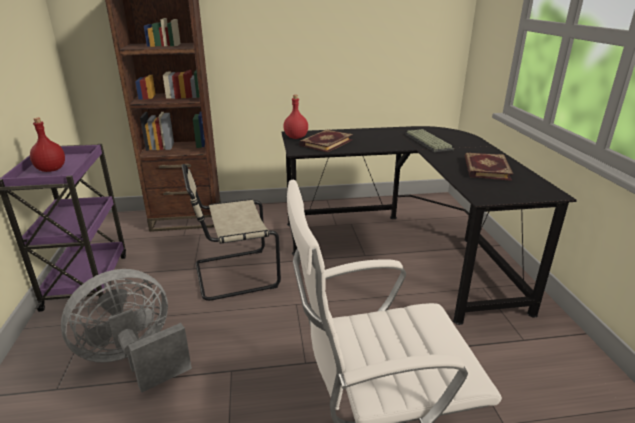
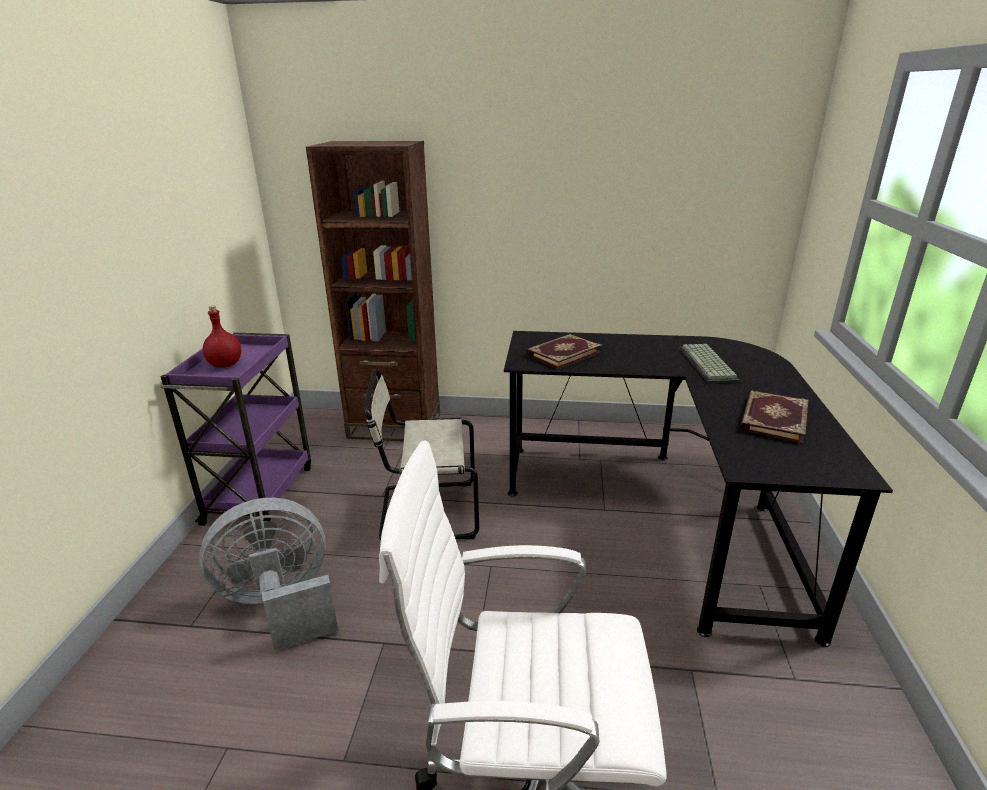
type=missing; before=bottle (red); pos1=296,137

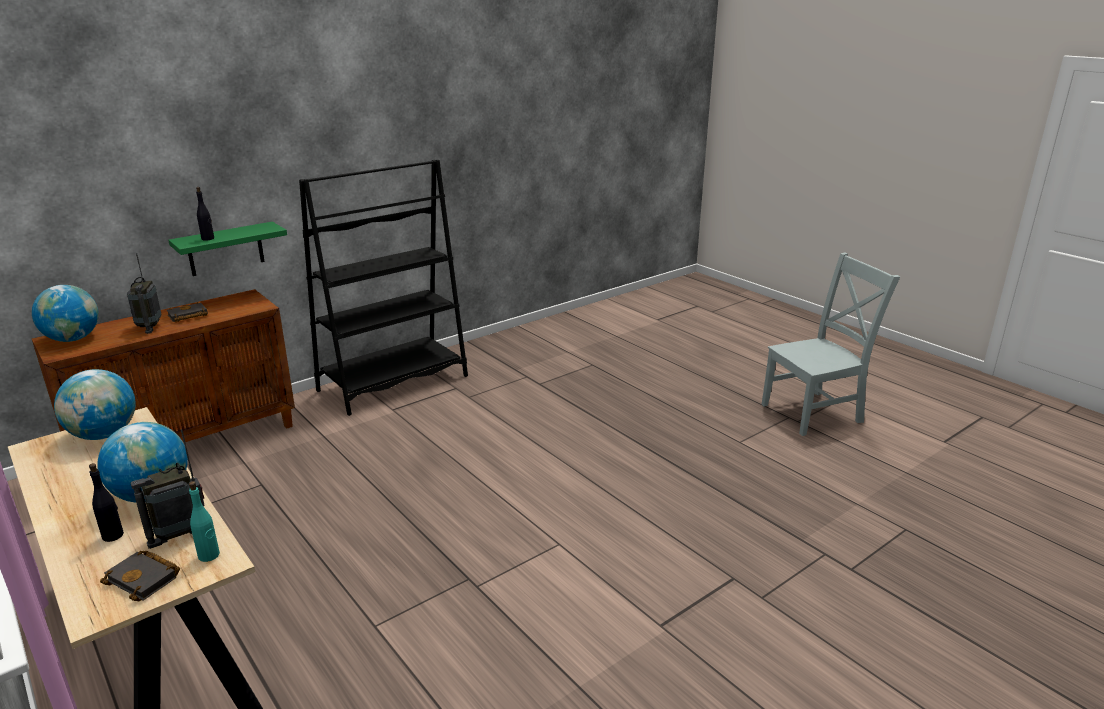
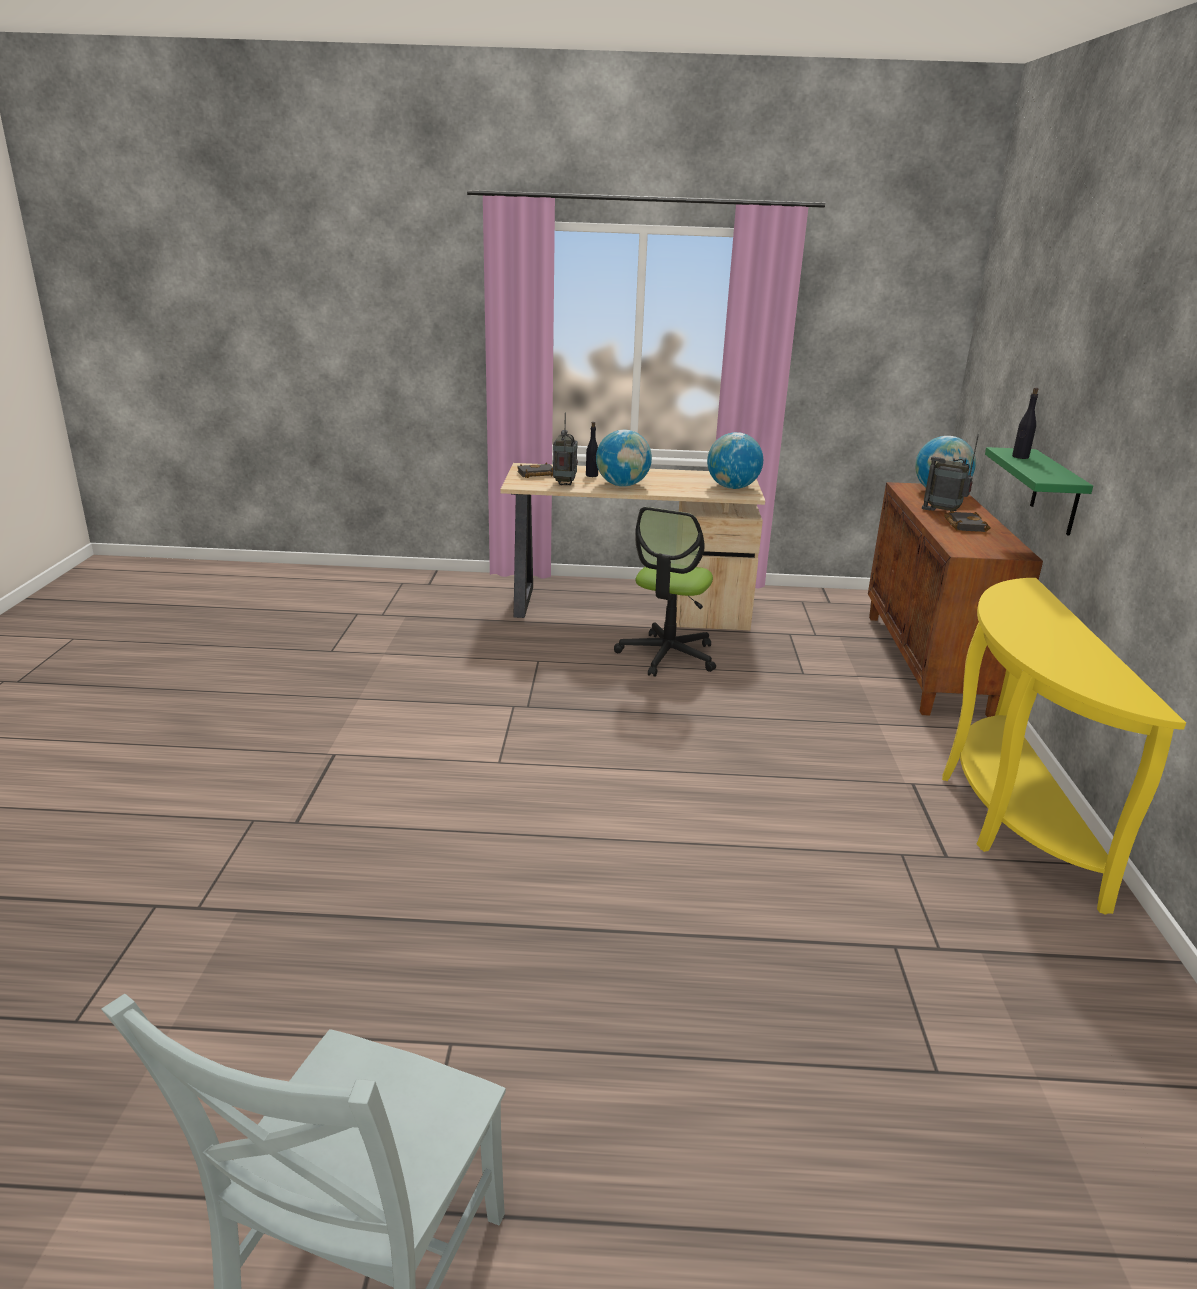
type=appeared; after=office chair; pos2=667,655
type=exchanged; before=bookcase (black); after=console table (yellow); pos1=393,383; pos2=1006,813
type=missing; before=bottle (turquoise); pos1=209,555

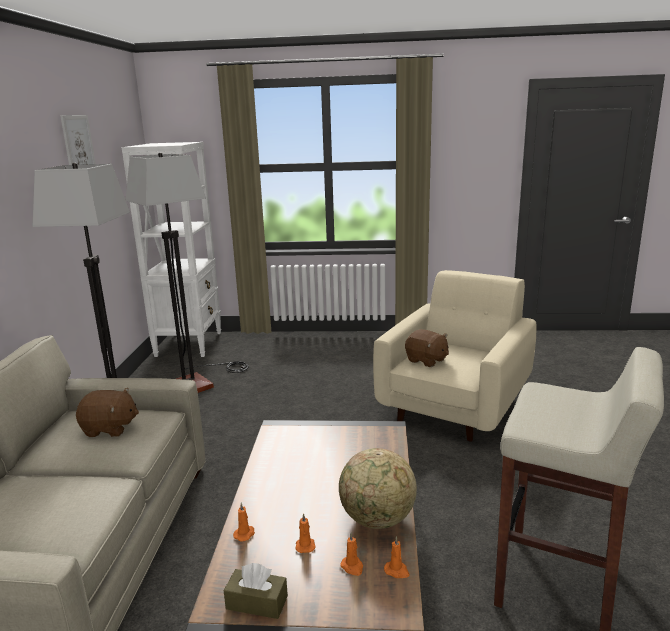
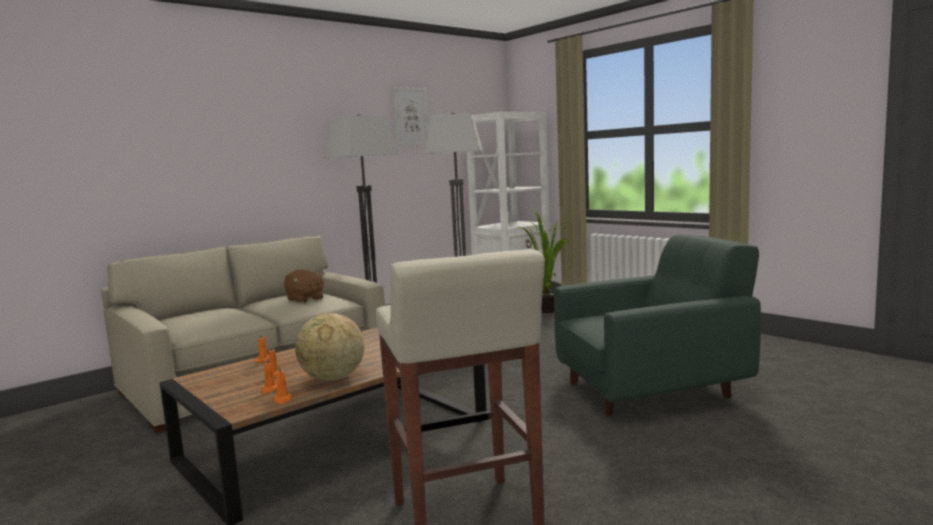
type=appeared; after=potted plant; pos2=548,310
type=colour; before=armchair (beige); after=armchair (green); pos1=456,405; pos2=652,389
type=missing; before=tissue box (brown); pos1=257,602
type=missing; before=plush toy (brown); pos1=426,360

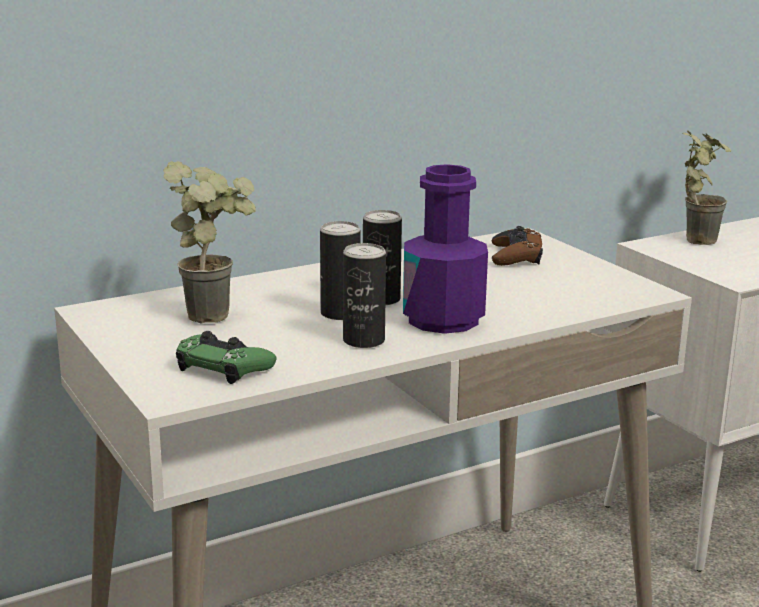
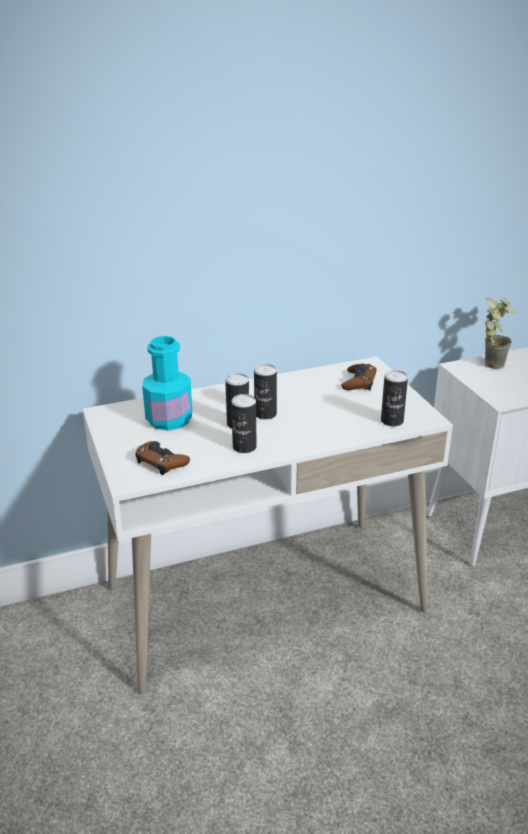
type=colour; before=game controller (green); after=game controller (brown); pos1=223,367; pos2=161,462
type=exchanged; before=potted plant; after=bottle (turquoise); pos1=217,313; pos2=169,419
type=appeared; after=can; pos2=392,421
type=missing; before=bottle (purple); pos1=443,319

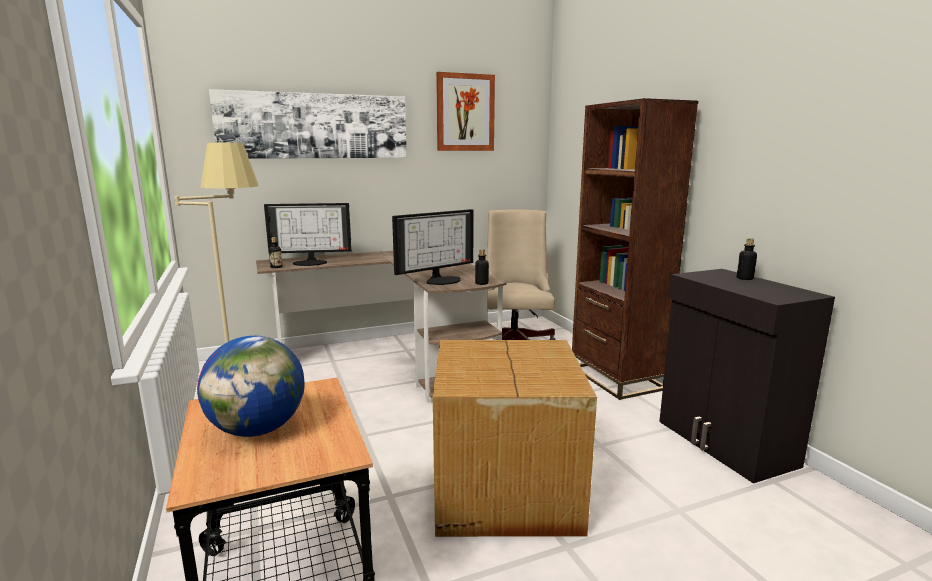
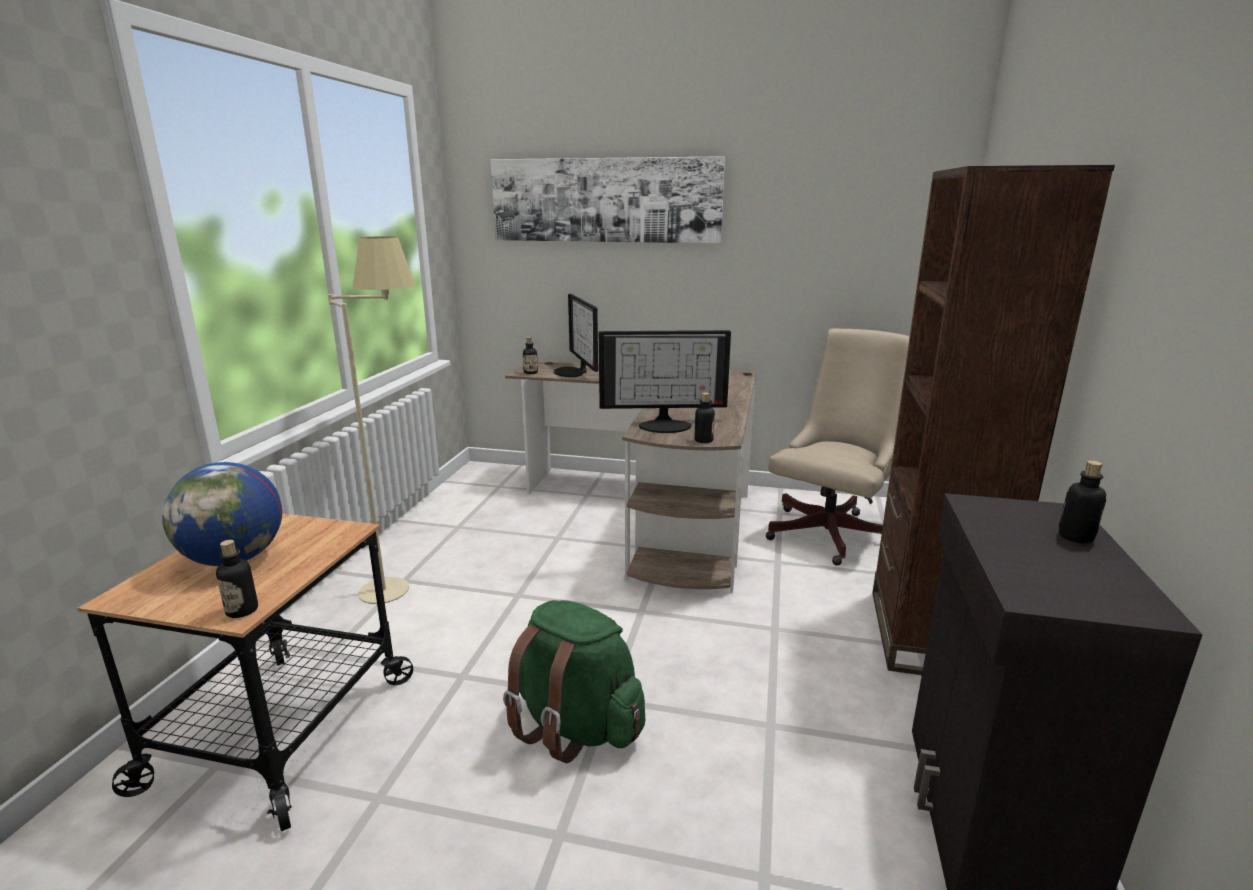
type=appeared; after=bottle; pos2=242,610
type=exchanged; before=cardboard box; after=backpack (green); pos1=503,490; pos2=576,726
type=spun; before=monitor; pos1=311,262; pos2=573,372; turn=45
type=missing; before=picture; pos1=465,113

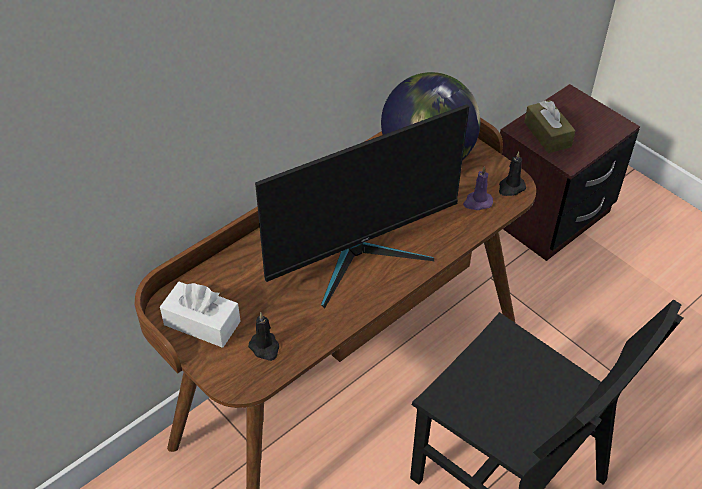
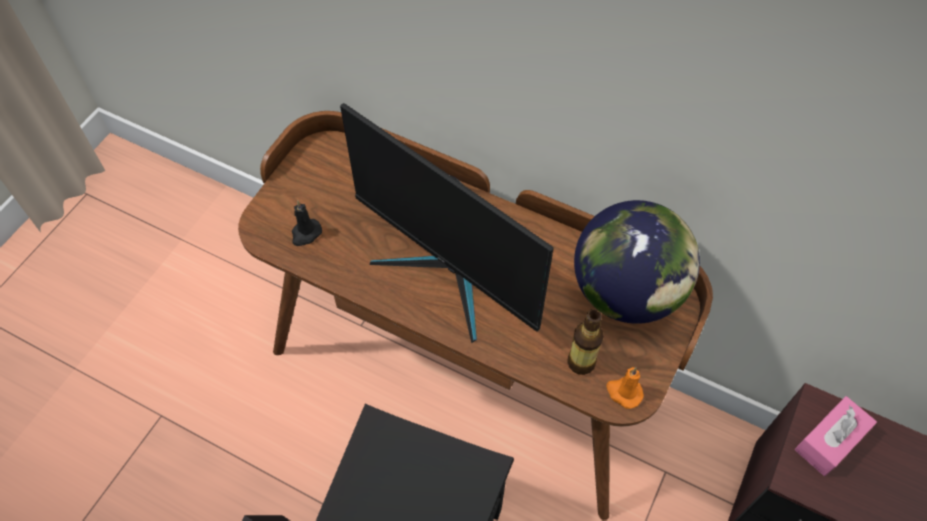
type=exchanged; before=candle (purple); after=bottle; pos1=477,202; pos2=581,362
type=colour; before=candle (black); after=candle (orange); pos1=511,188; pos2=623,392
type=colour; before=tissue box (brown); after=tissue box (pink); pos1=547,134; pos2=829,441
type=missing; before=tissue box (white); pos1=202,323

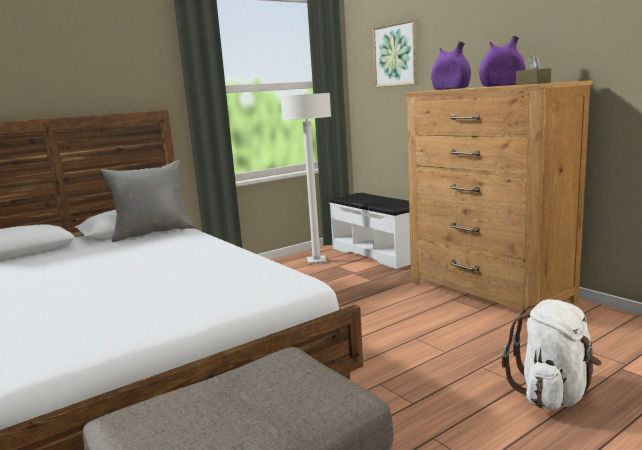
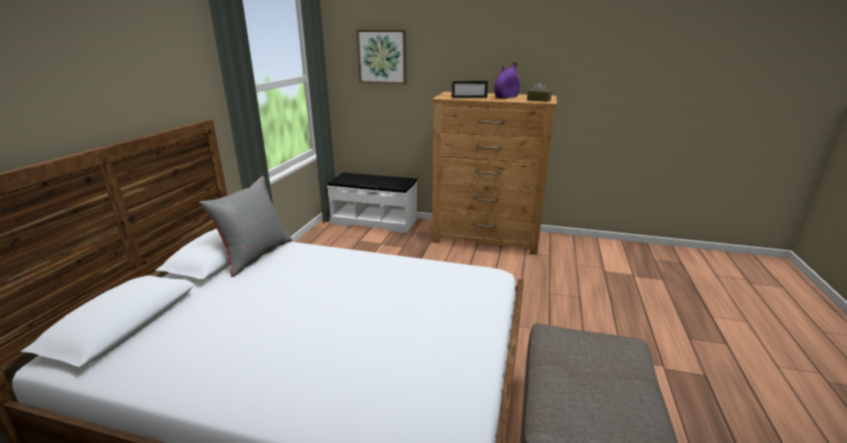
type=exchanged; before=vase (purple); after=picture frame; pos1=450,89; pos2=469,98
type=missing; before=floor lamp (white); pos1=316,261
type=missing; before=backpack (white); pos1=553,394

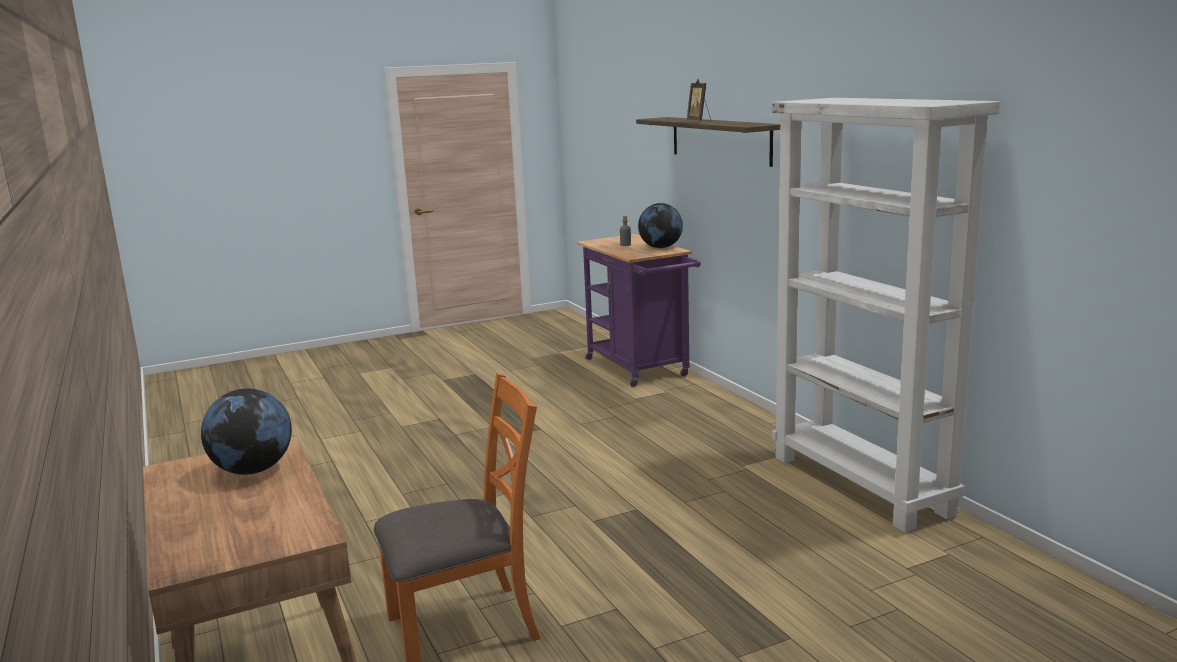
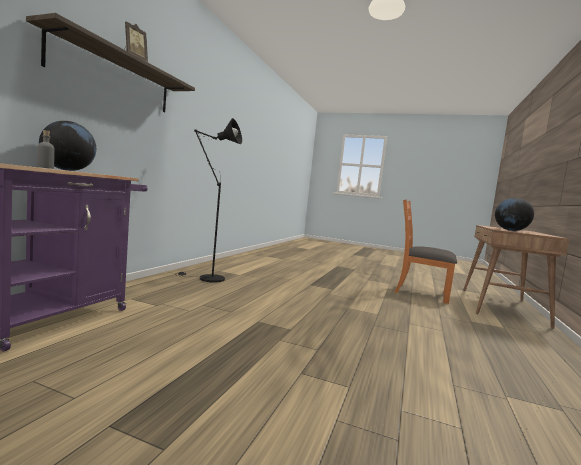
type=appeared; after=floor lamp (black); pos2=206,278
type=missing; before=bookcase (white); pos1=862,485

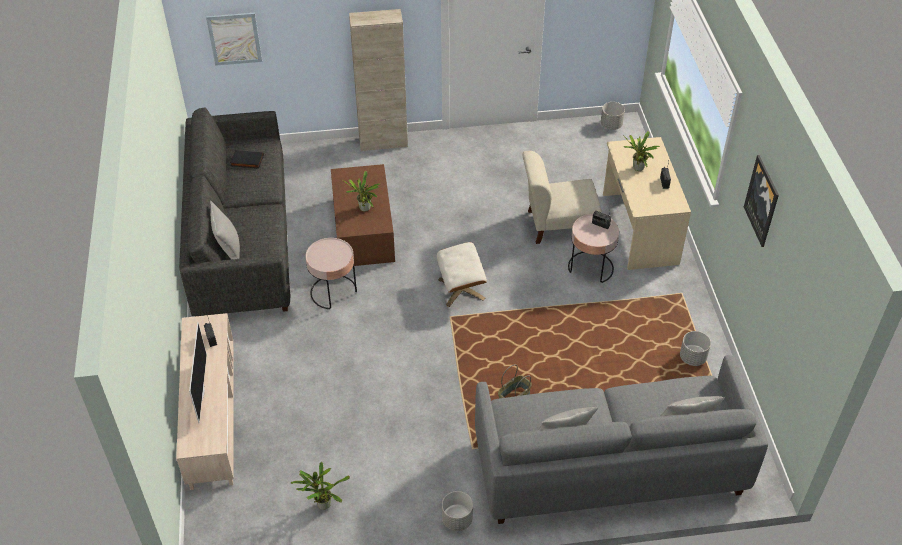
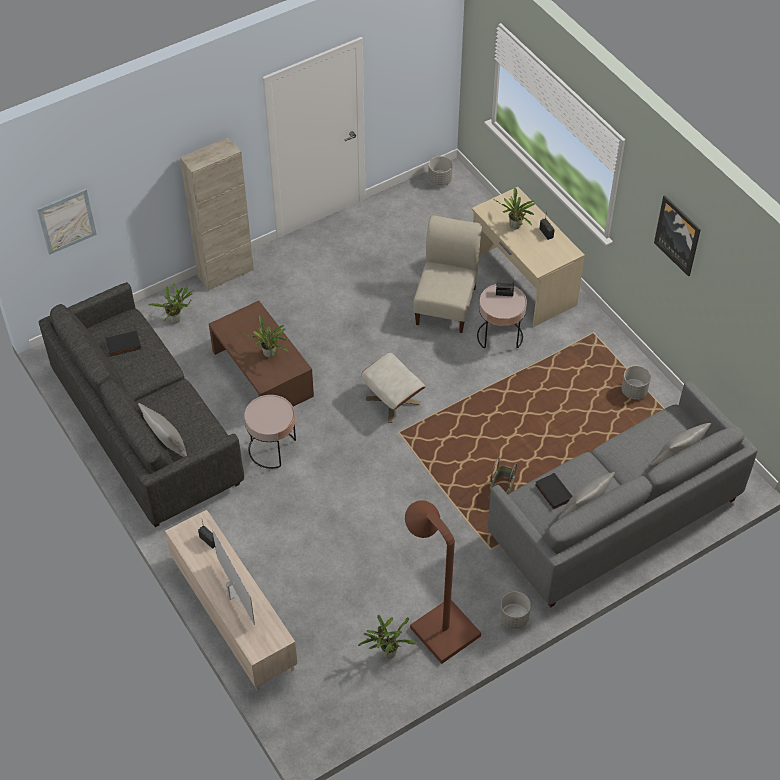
type=appeared; after=potted plant; pos2=176,319
type=appeared; after=floor lamp (brown); pos2=438,625
type=spun; before=chair (beige); pos1=558,224; pos2=446,303; turn=135
type=appeared; after=book (black); pos2=553,492

